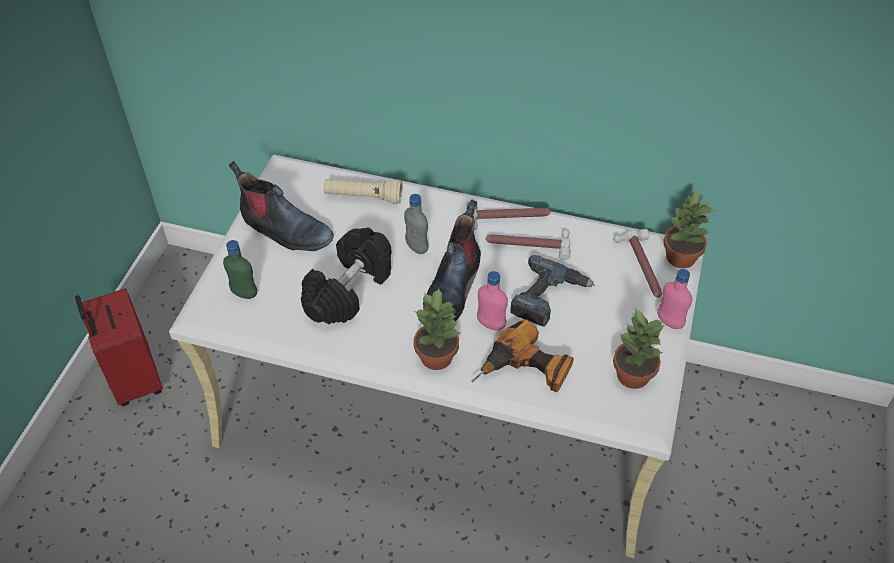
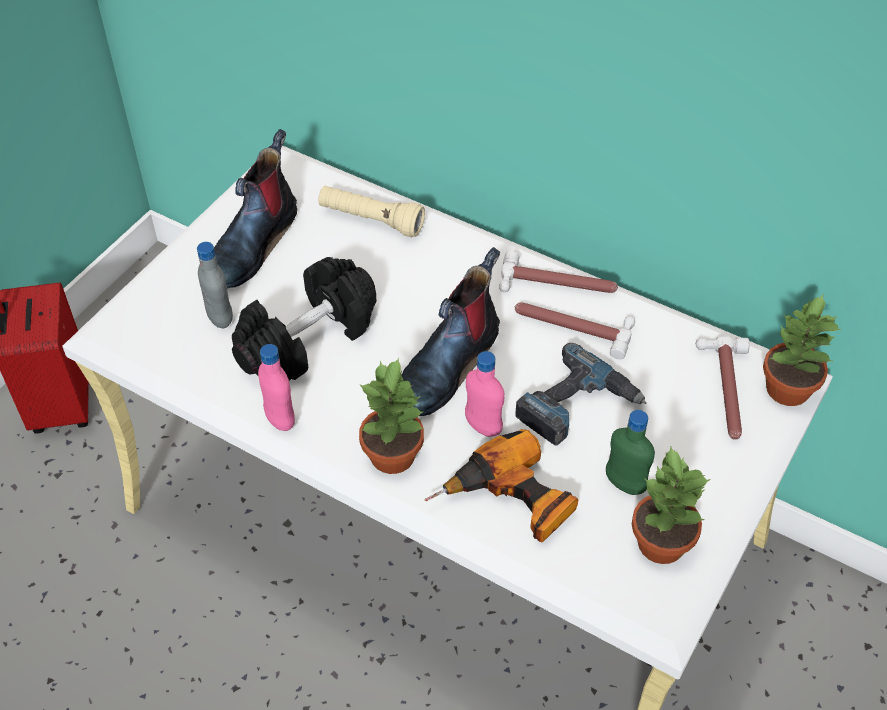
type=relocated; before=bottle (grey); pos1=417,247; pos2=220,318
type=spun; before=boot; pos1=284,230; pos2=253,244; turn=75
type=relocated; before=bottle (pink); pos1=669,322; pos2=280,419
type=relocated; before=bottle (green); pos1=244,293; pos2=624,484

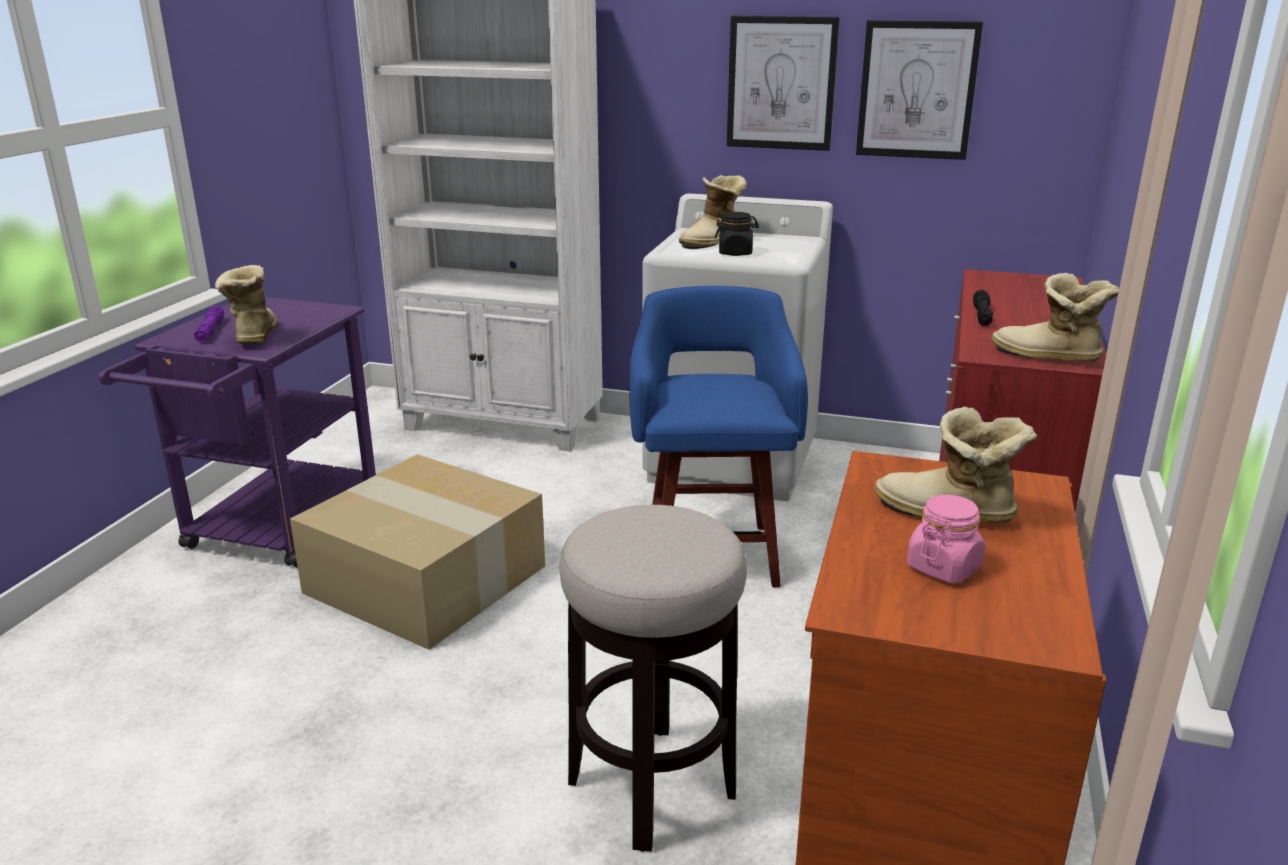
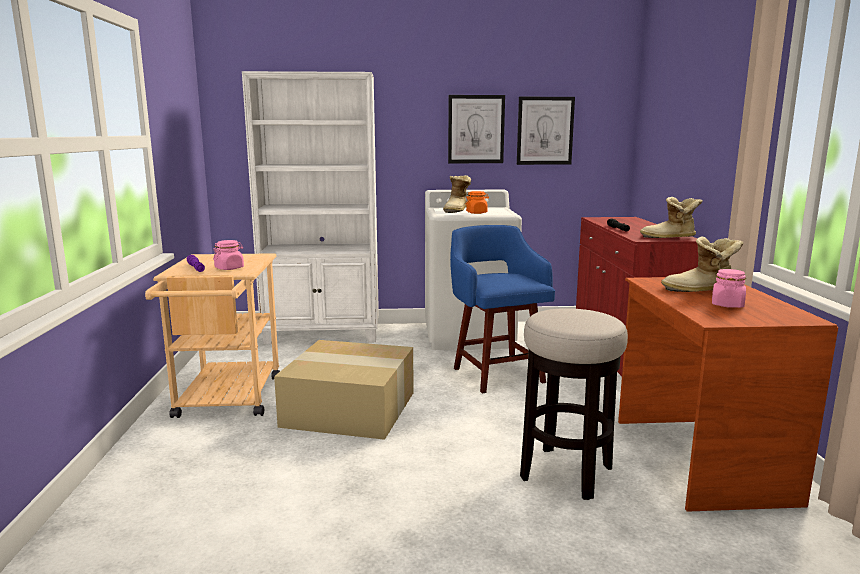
type=colour; before=cart (purple); after=cart (beige); pos1=274,531; pos2=227,401
type=exchanged; before=boot; after=jar (pink); pos1=253,337; pos2=229,268
type=colour; before=jar (black); after=jar (orange); pos1=735,253; pos2=476,213

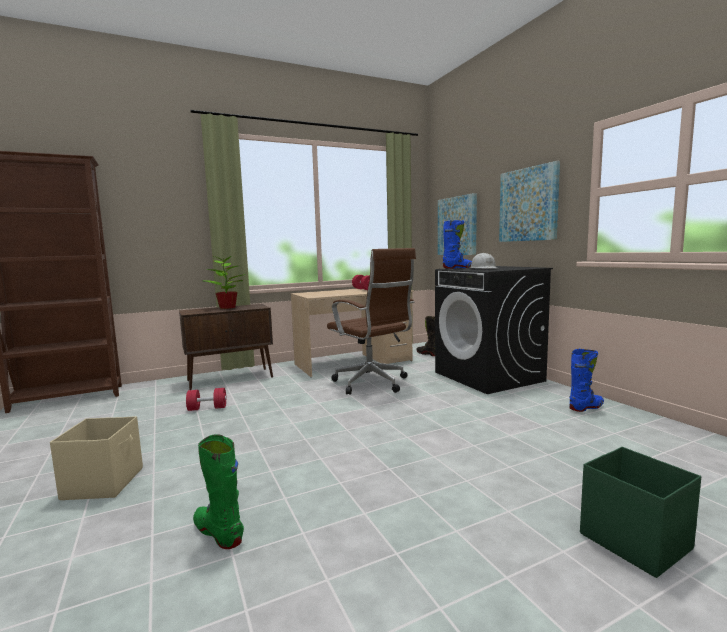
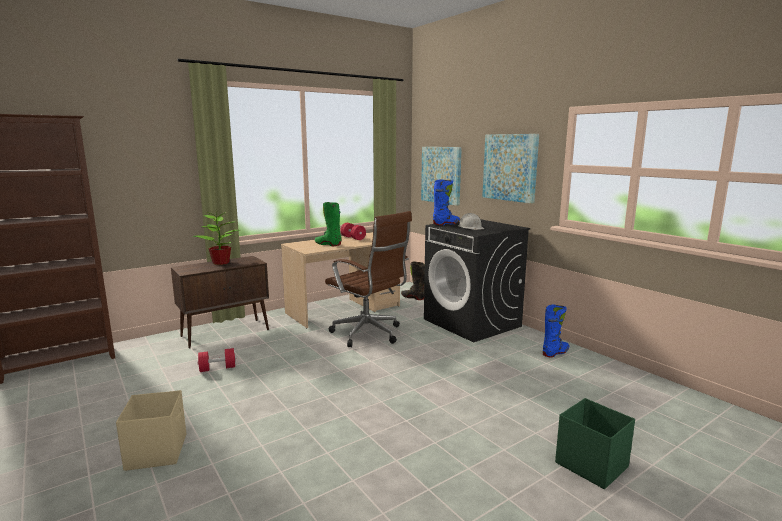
type=relocated; before=boot (green); pos1=218,533; pos2=328,244

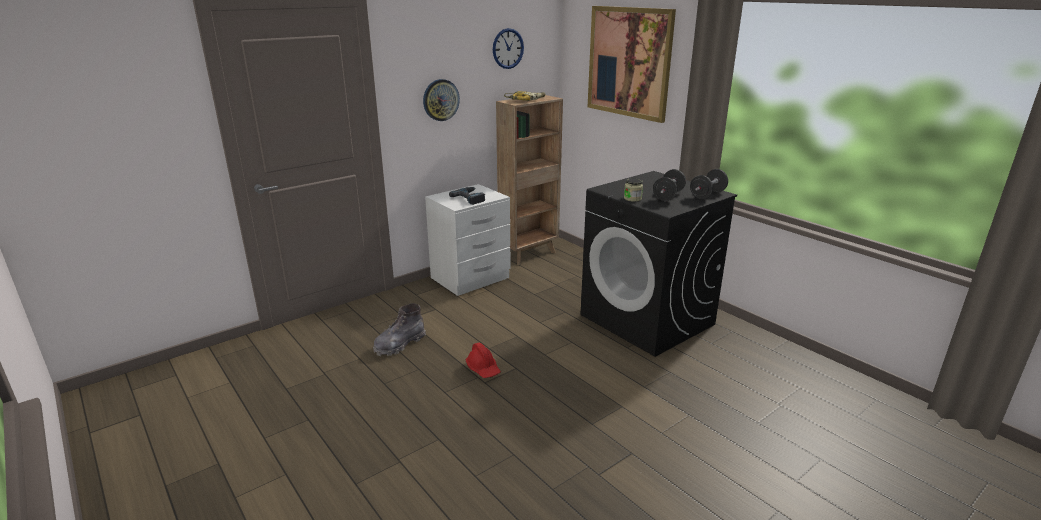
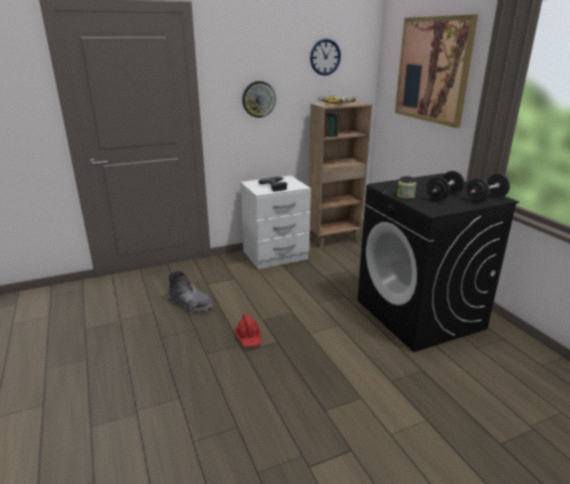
type=spun; before=boot (grey); pos1=399,344; pos2=190,305; turn=-120

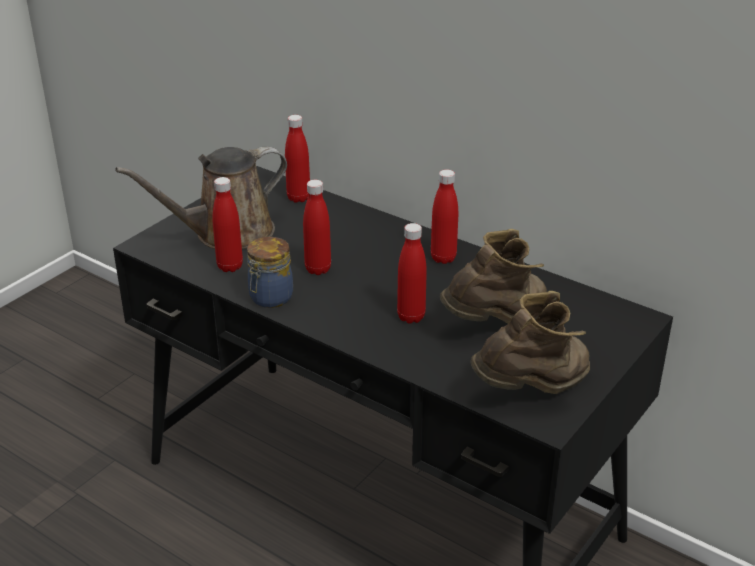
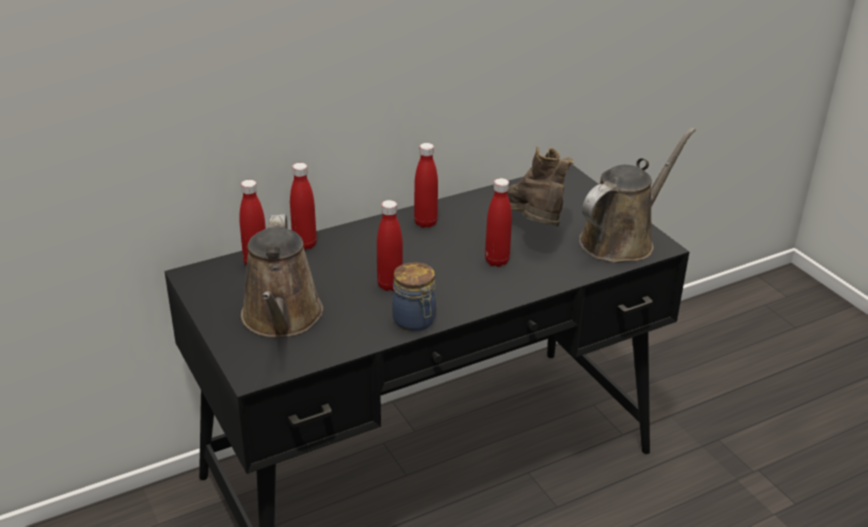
type=relocated; before=bottle (red); pos1=230,266; pos2=304,245
type=exchanged; before=boot (brown); after=watering can (brown); pos1=533,390; pos2=621,240

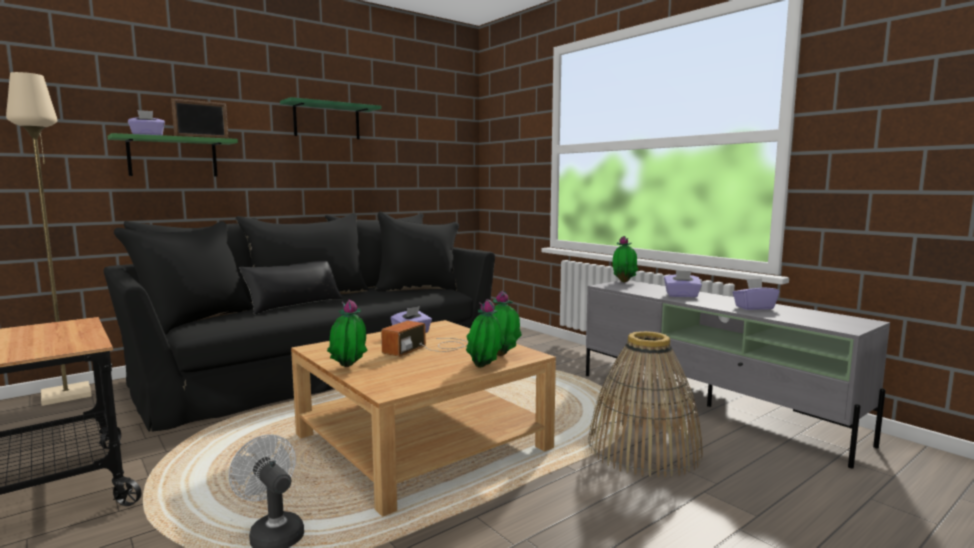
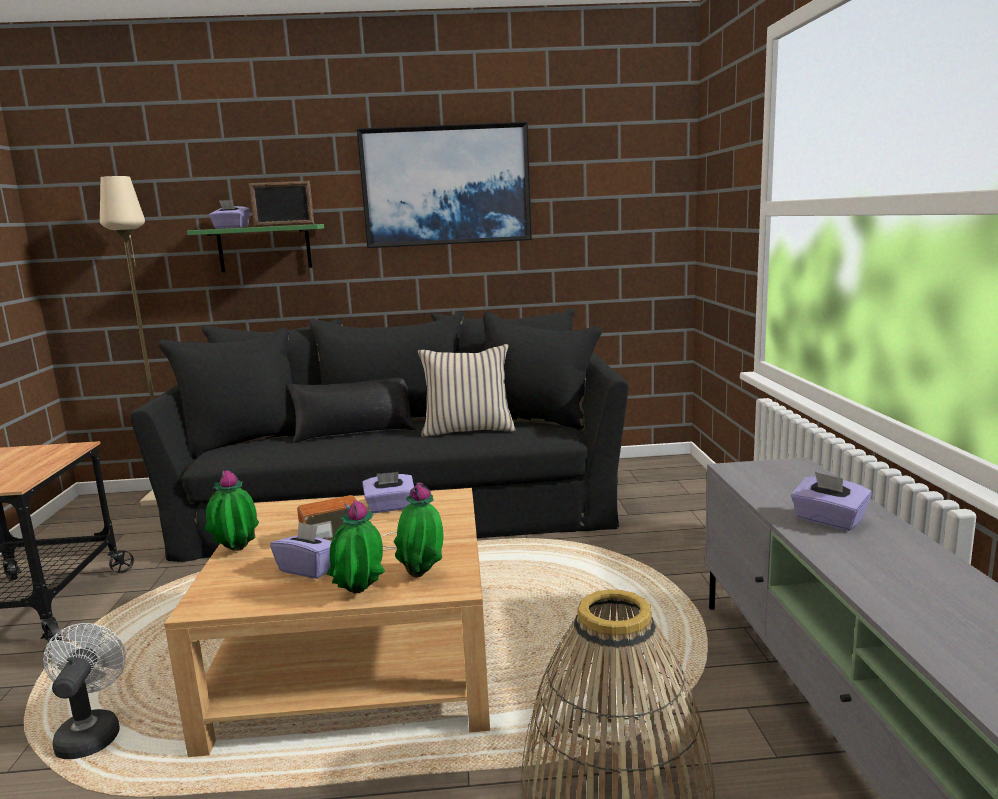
type=relocated; before=tissue box (purple); pos1=754,307; pos2=308,569
type=exchanged; before=shelf (green); after=picture; pos1=327,121; pos2=446,186
type=appeared; after=pillow (beige); pos2=468,430
type=missing; before=potted plant; pos1=624,281

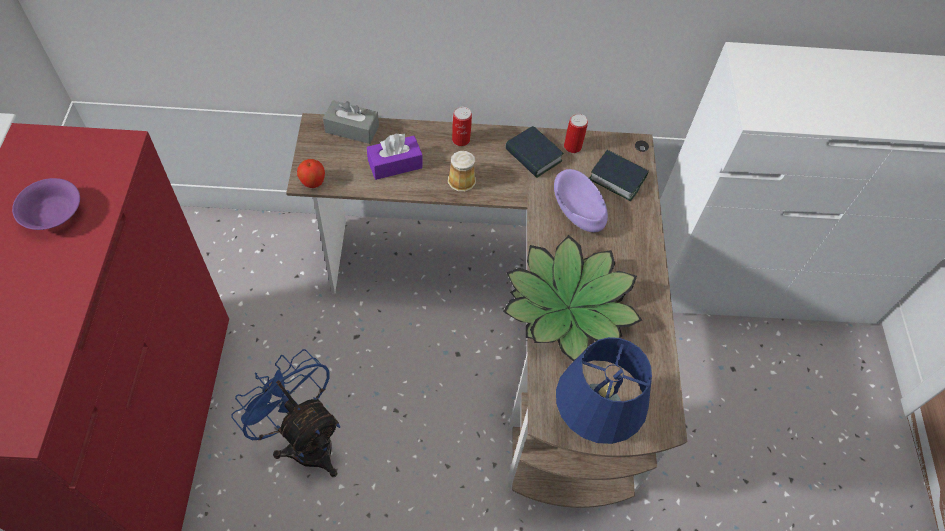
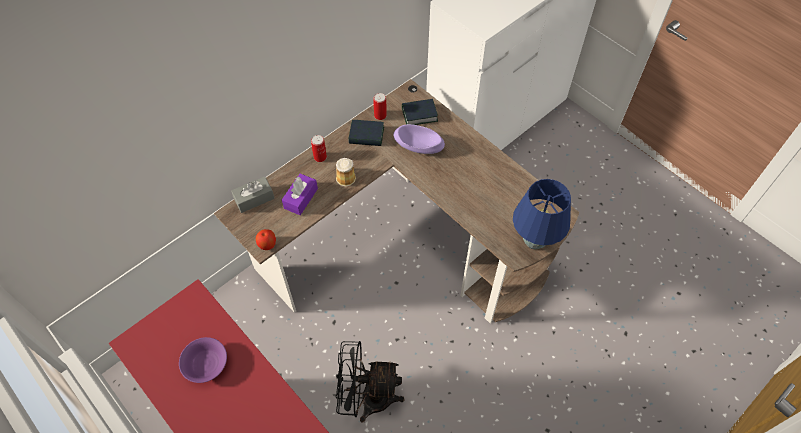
type=colour; before=fan (blue); after=fan (black); pos1=304,439; pos2=367,398
type=missing; before=potted plant; pos1=568,308

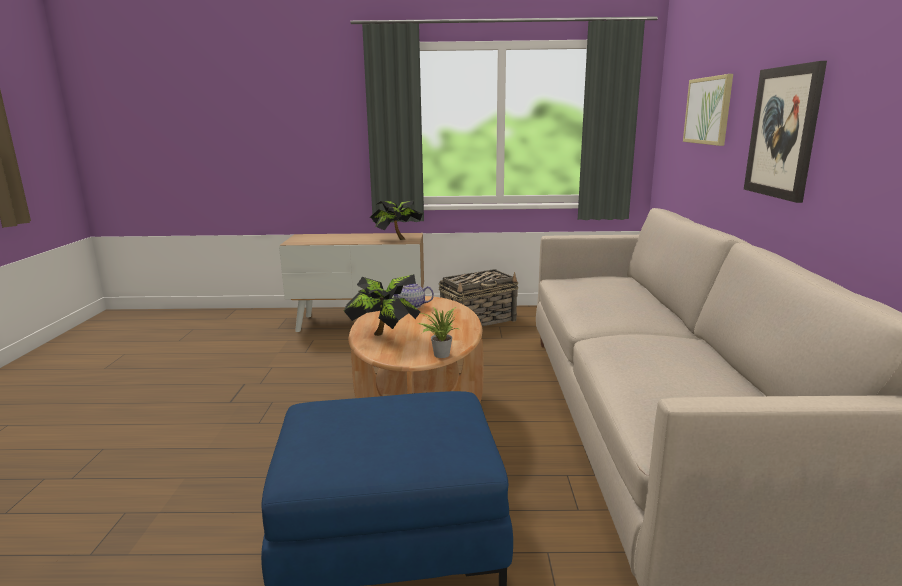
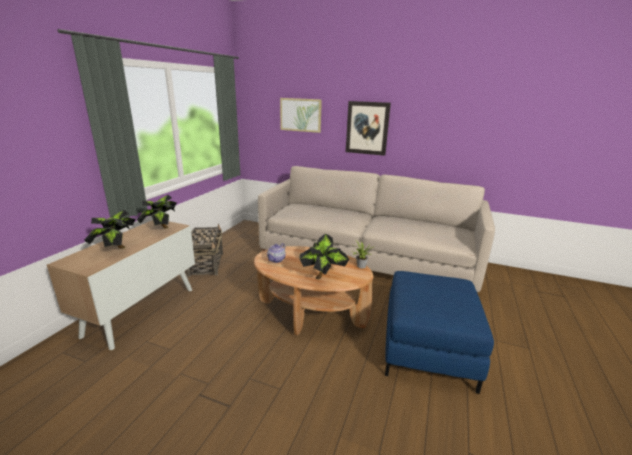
type=appeared; after=potted plant; pos2=117,250

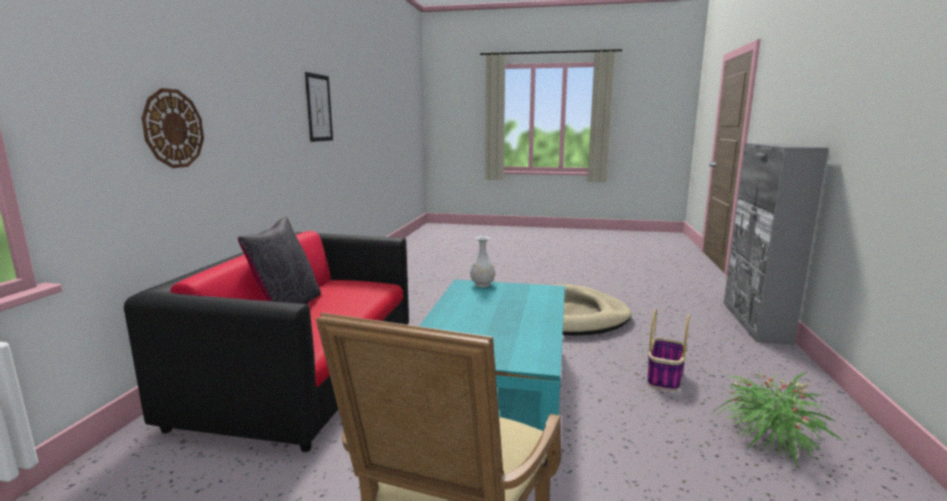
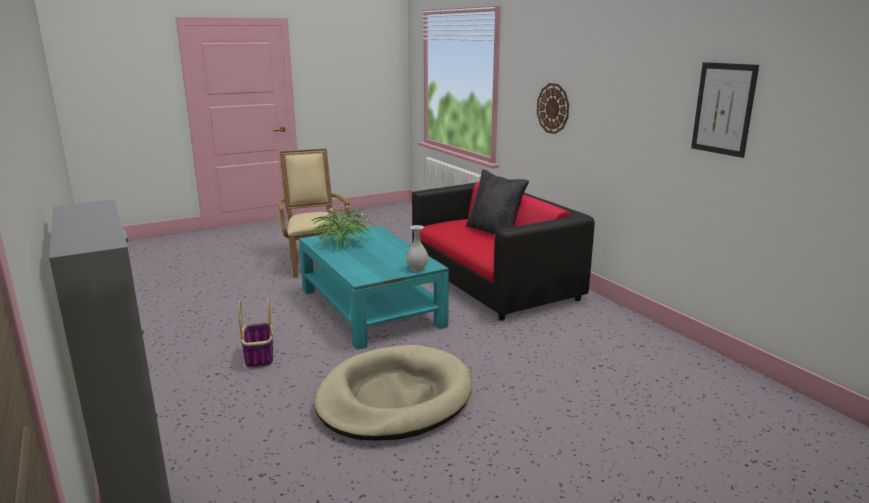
type=relocated; before=potted plant; pos1=770,436; pos2=343,244

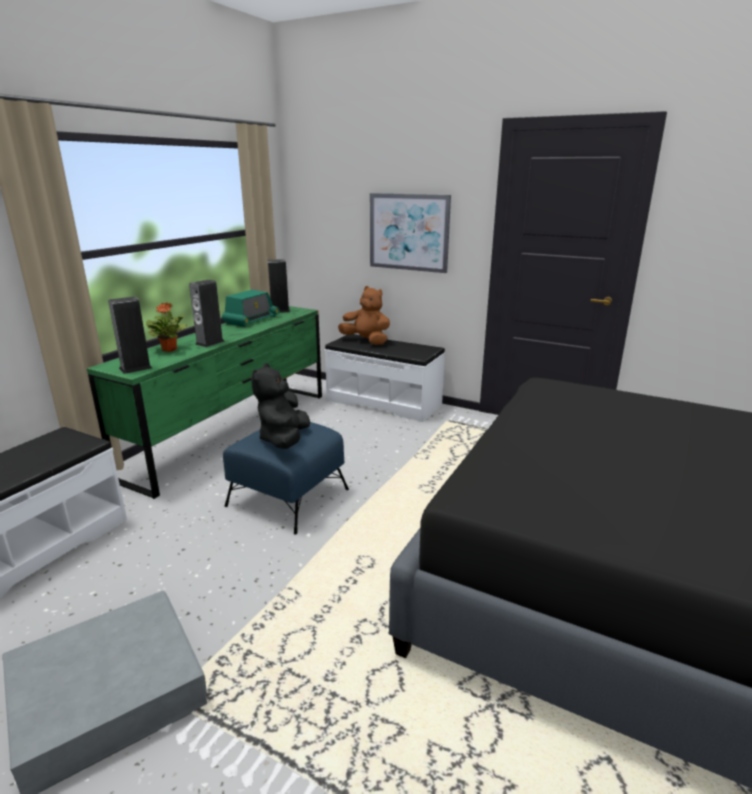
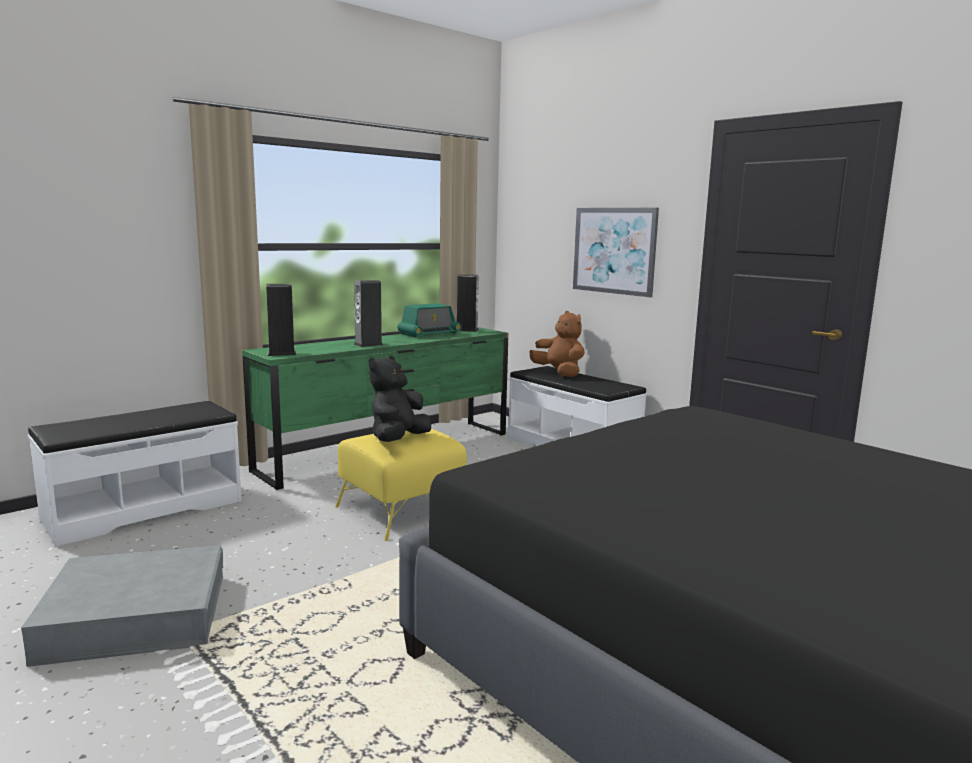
type=colour; before=ottoman (blue); after=ottoman (yellow); pos1=289,497; pos2=403,510
type=missing; before=potted plant; pos1=170,349

